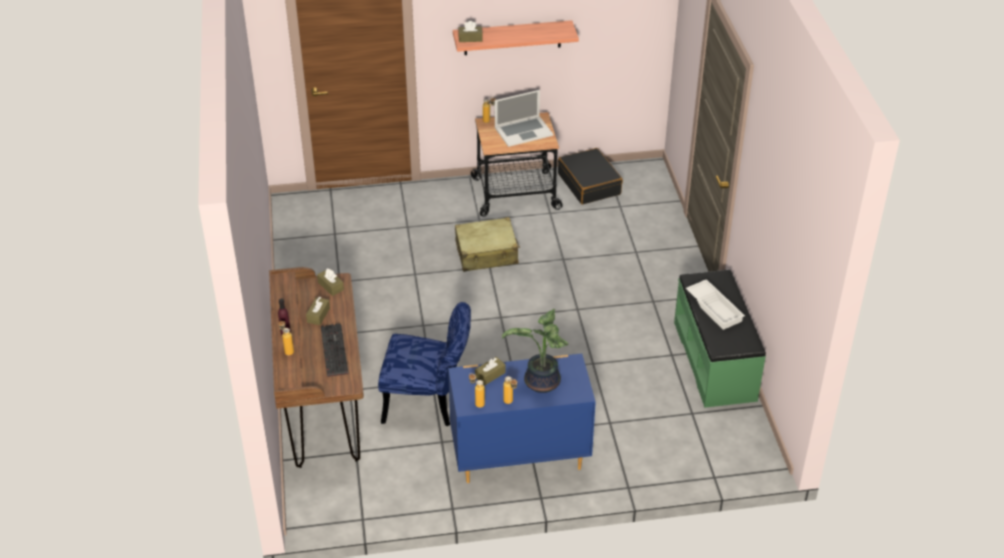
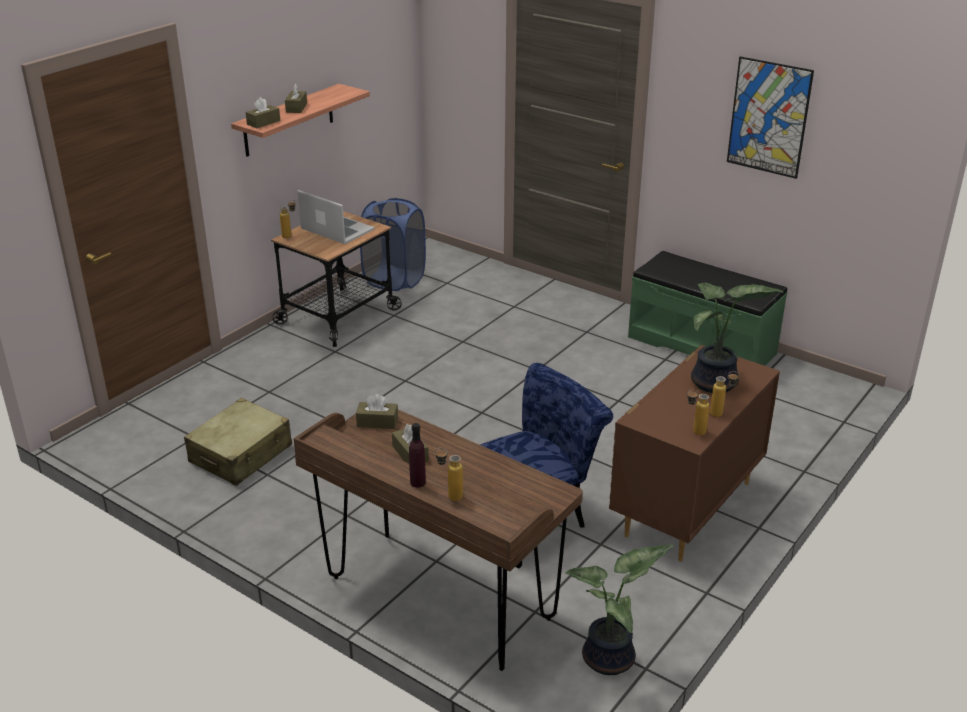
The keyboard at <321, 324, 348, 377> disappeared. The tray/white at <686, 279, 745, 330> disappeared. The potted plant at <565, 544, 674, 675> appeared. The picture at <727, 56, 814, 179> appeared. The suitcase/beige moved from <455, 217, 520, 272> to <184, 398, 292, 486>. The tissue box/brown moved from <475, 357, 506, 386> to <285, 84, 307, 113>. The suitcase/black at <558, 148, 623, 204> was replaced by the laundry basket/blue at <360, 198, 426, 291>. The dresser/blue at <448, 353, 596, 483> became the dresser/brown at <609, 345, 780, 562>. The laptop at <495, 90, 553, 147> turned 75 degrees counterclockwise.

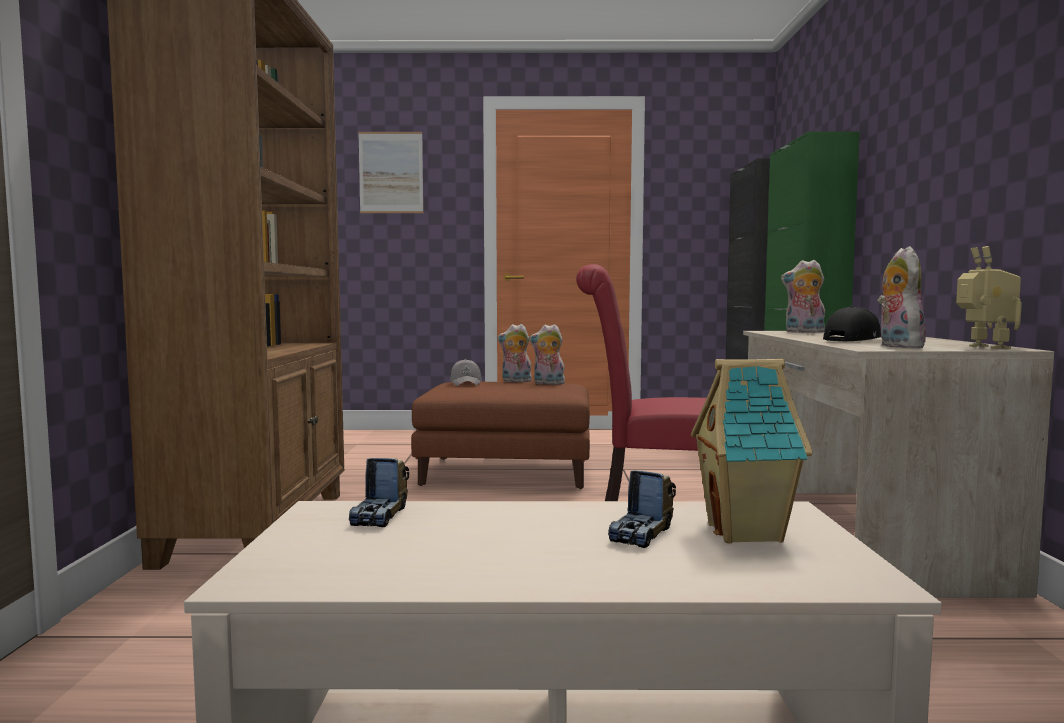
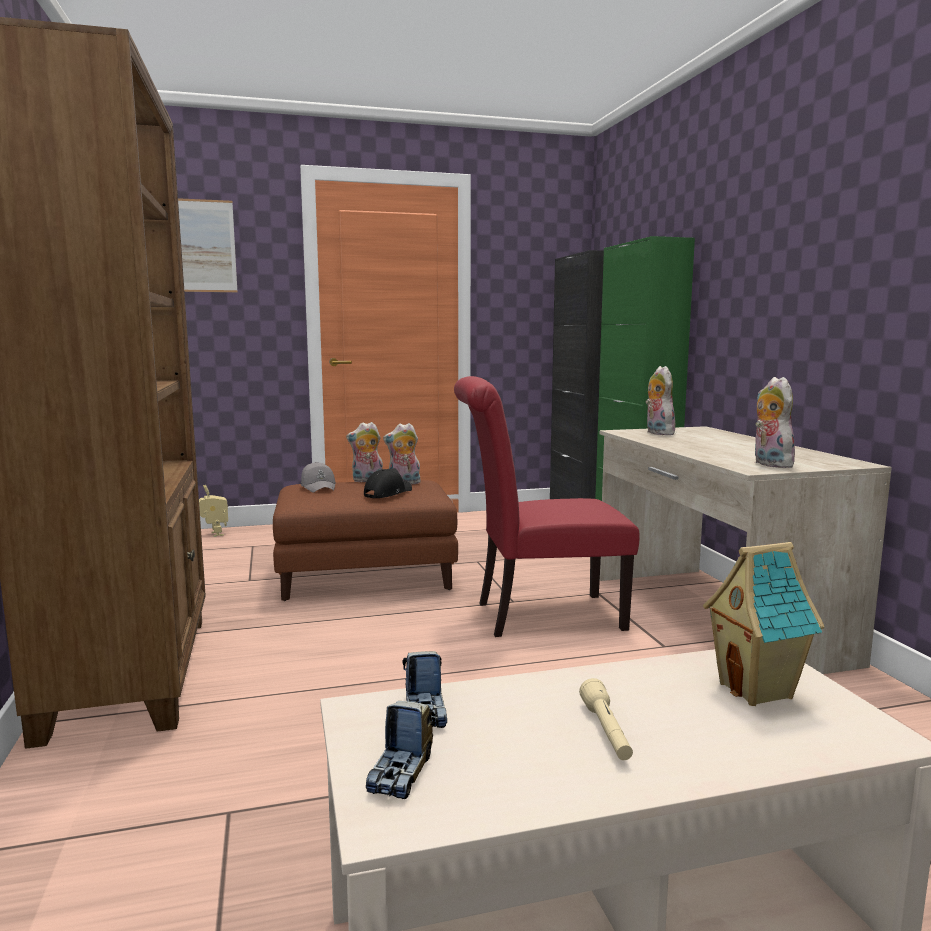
The flashlight/beige at <579, 678, 633, 760> appeared. The toy truck moved from <608, 470, 676, 548> to <366, 701, 435, 799>. The cap/black moved from <823, 306, 881, 341> to <364, 468, 412, 498>. The toy robot moved from <956, 246, 1022, 349> to <199, 485, 228, 537>. The plush toy at <781, 260, 825, 333> turned 75 degrees clockwise.

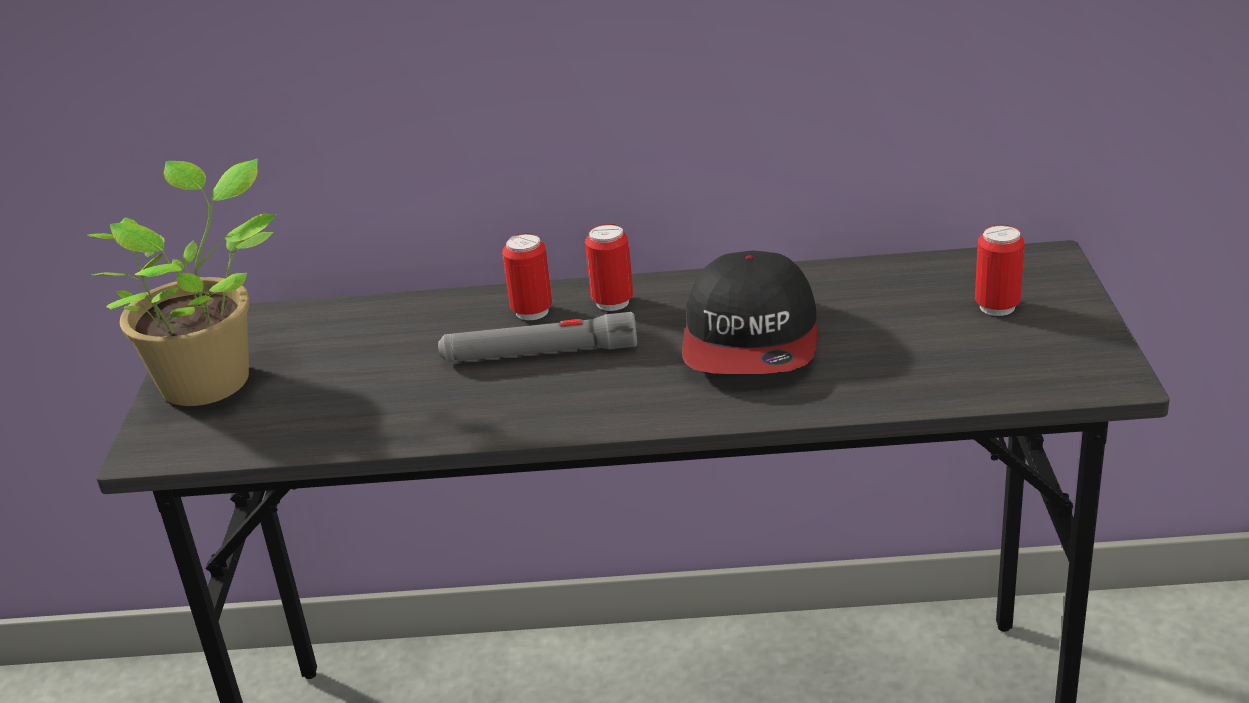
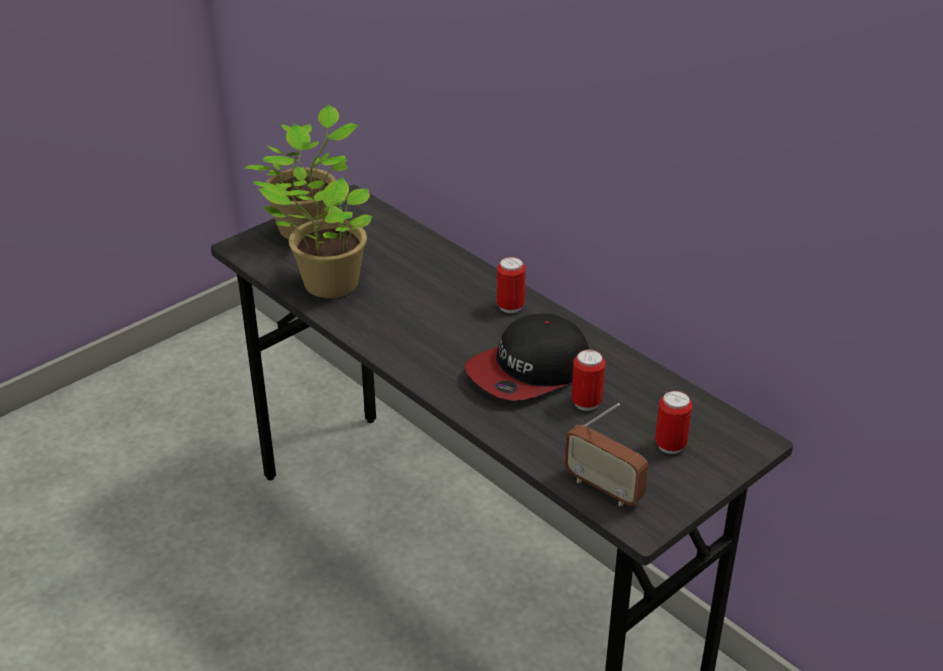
The flashlight/grey at <438, 312, 637, 362> disappeared. The potted plant at <253, 178, 373, 298> appeared. The radio at <564, 403, 648, 506> appeared. The can moved from <502, 233, 552, 320> to <571, 349, 605, 411>.

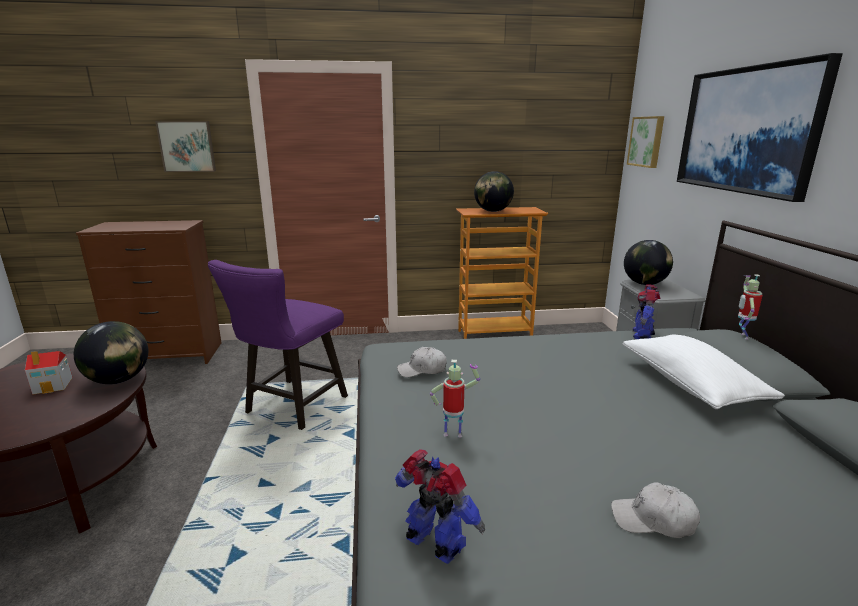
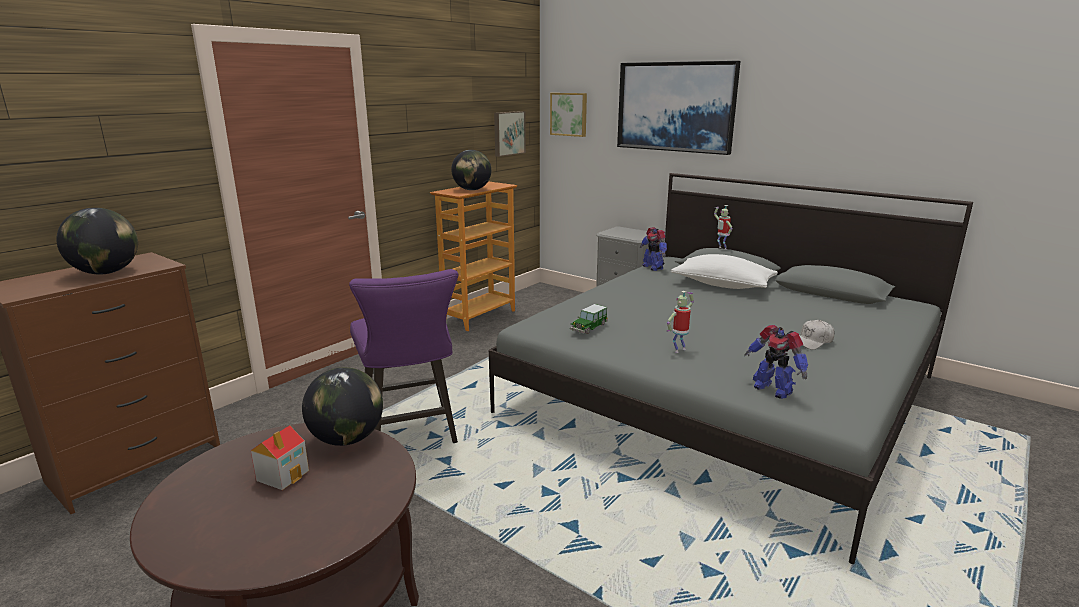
The picture moved from <155, 121, 216, 172> to <494, 111, 526, 157>. The globe moved from <624, 240, 673, 285> to <56, 208, 138, 274>. The cap/white at <397, 347, 447, 377> was replaced by the toy car at <570, 304, 608, 334>. The toy robot at <395, 449, 485, 564> turned 120 degrees counterclockwise.

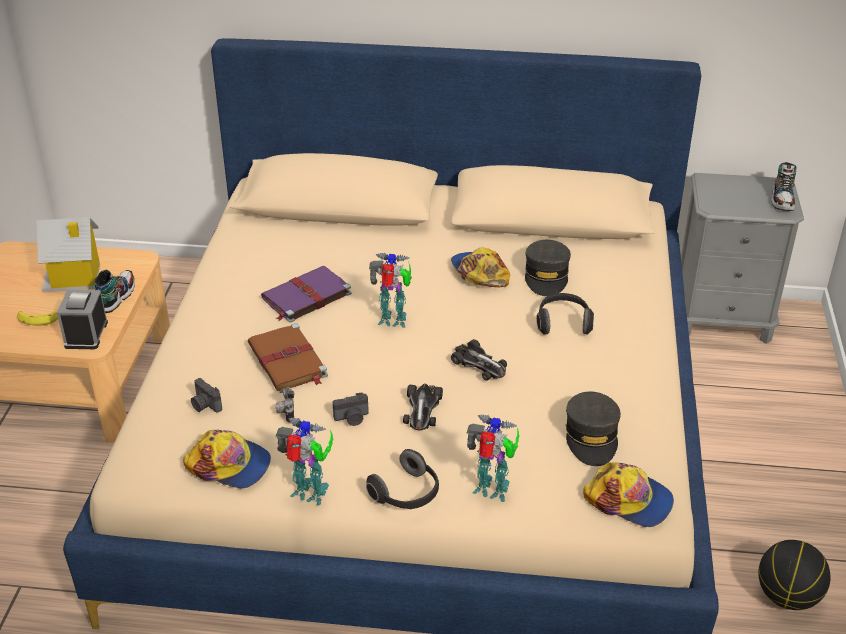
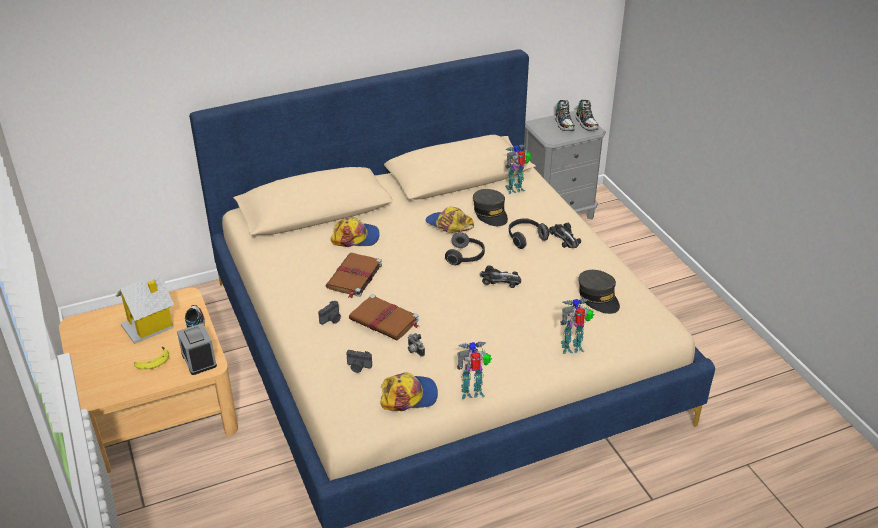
The basketball at <758, 540, 831, 610> disappeared. The shoe at <555, 100, 575, 131> appeared. The photo camera moved from <333, 392, 369, 426> to <318, 301, 341, 325>. The headphones moved from <366, 449, 439, 509> to <445, 232, 485, 265>. The toy robot moved from <369, 252, 412, 328> to <505, 145, 532, 194>. The toy car moved from <403, 383, 443, 430> to <549, 223, 581, 248>. The cap moved from <583, 462, 674, 527> to <330, 217, 380, 247>. The book/purple at <261, 266, 351, 323> became the book/brown at <326, 253, 382, 299>.

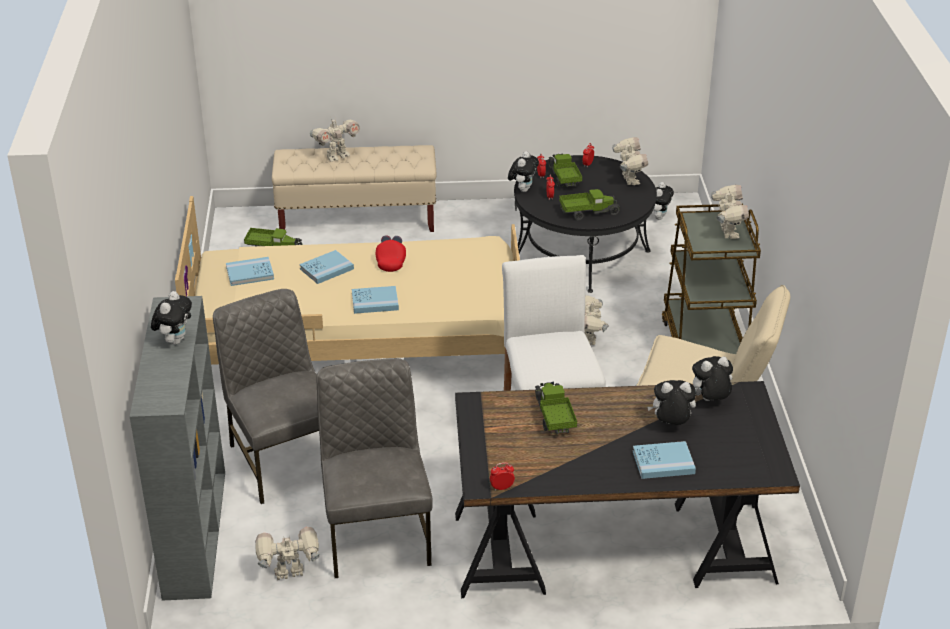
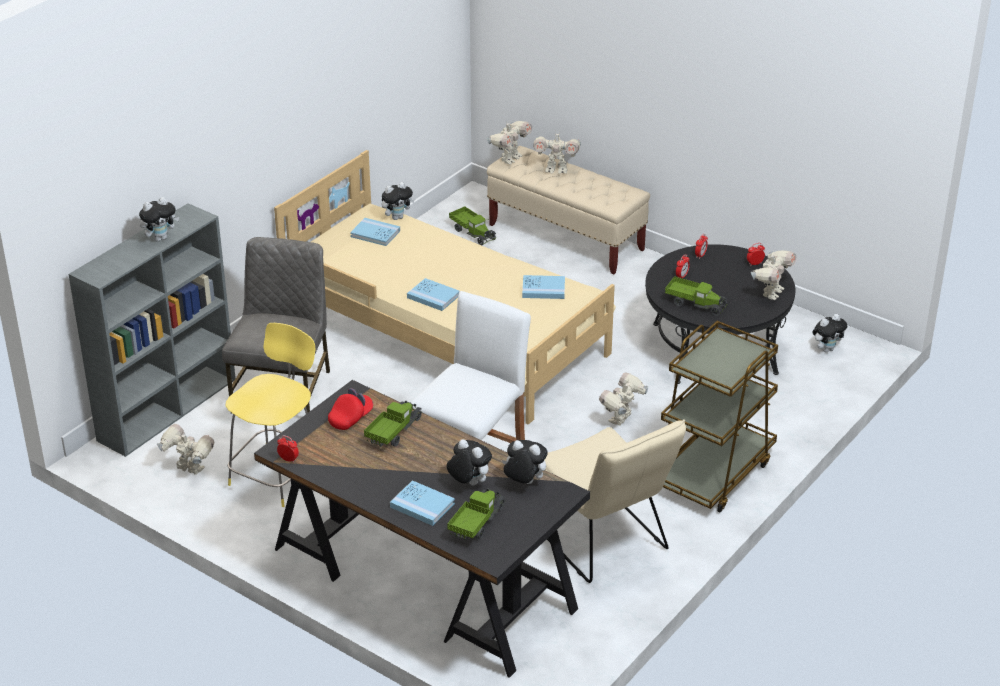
The book/blue moved from <299, 250, 354, 284> to <522, 275, 565, 299>. The cap/red moved from <376, 235, 406, 272> to <328, 388, 373, 430>. The plush toy moved from <508, 151, 539, 192> to <382, 182, 415, 220>. The toy truck moved from <549, 153, 582, 187> to <447, 488, 505, 541>. The toy robot moved from <711, 185, 749, 239> to <487, 121, 532, 164>. The chair/grey at <316, 358, 433, 578> was replaced by the stool/yellow at <226, 323, 315, 507>.

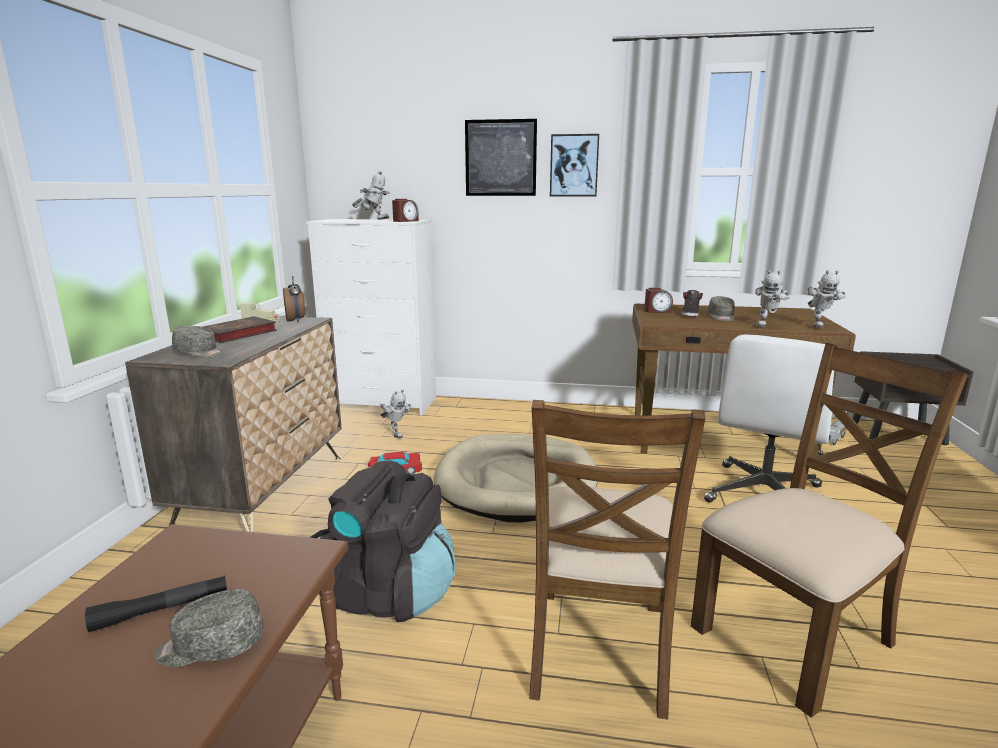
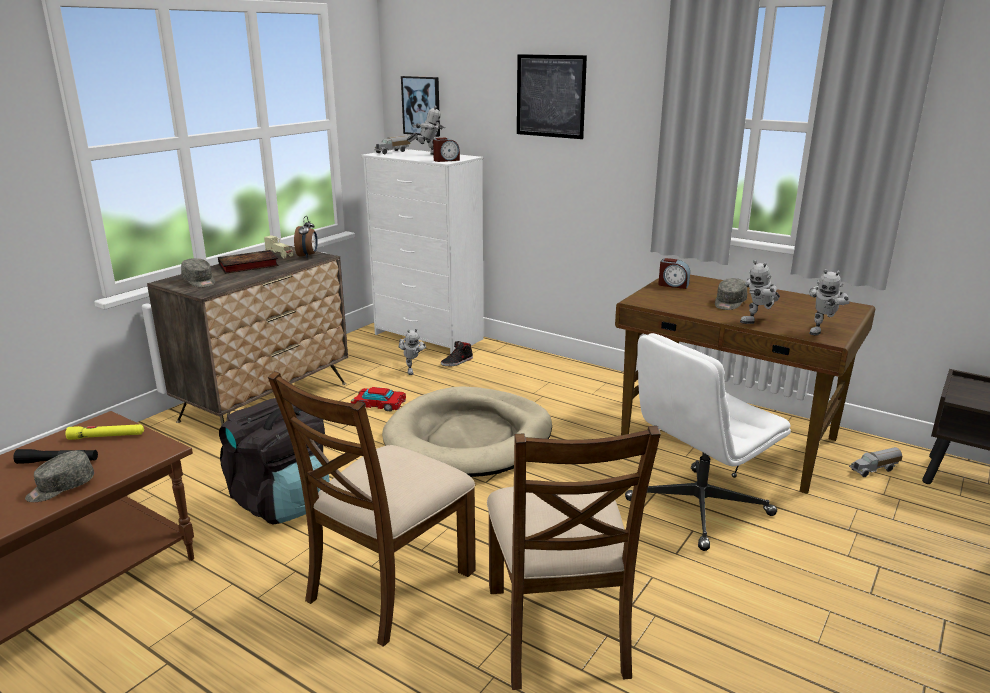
The flashlight/yellow at <65, 424, 144, 440> appeared. The toy truck at <374, 135, 410, 154> appeared. The picture moved from <550, 134, 599, 197> to <401, 76, 440, 137>. The shoe/black moved from <682, 290, 703, 316> to <441, 341, 473, 366>. The cap/grey at <154, 589, 264, 667> turned 60 degrees counterclockwise. The chair/brown at <691, 343, 968, 718> turned 90 degrees clockwise.

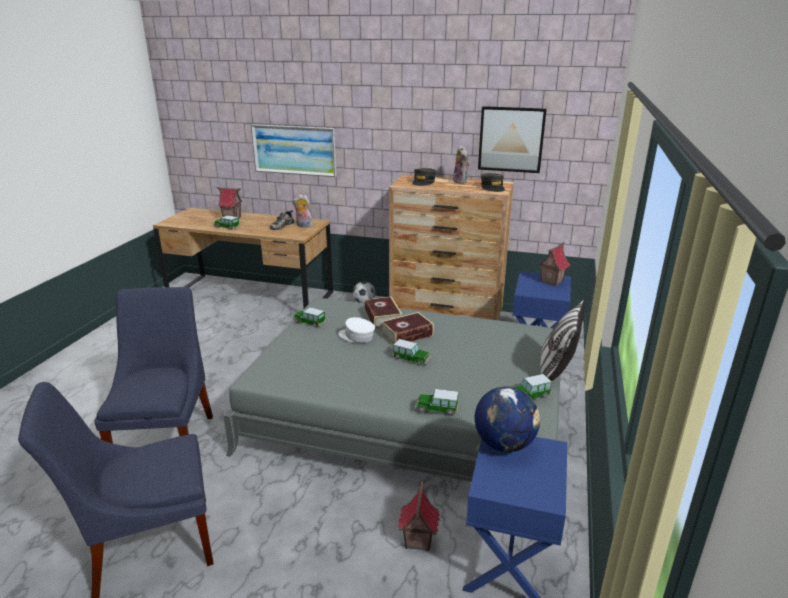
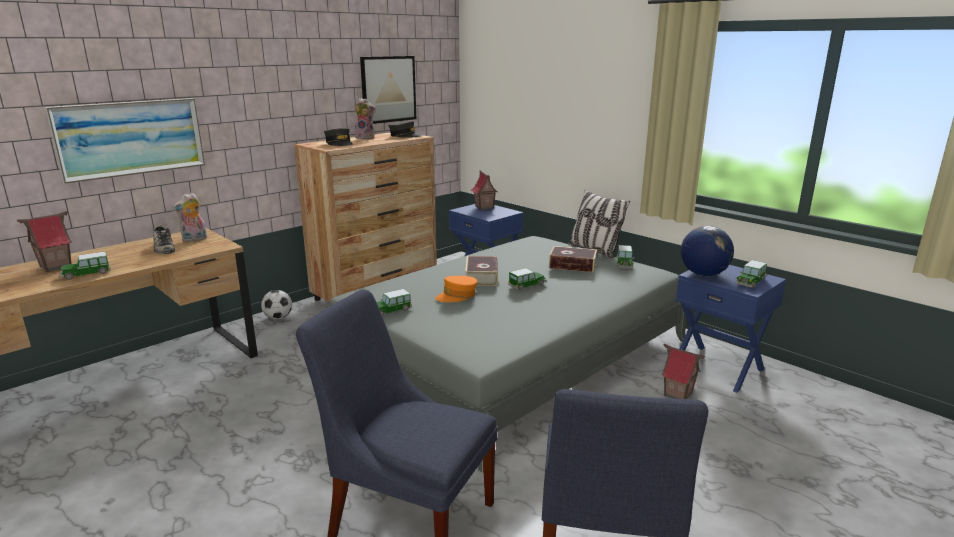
The book moved from <365, 297, 402, 329> to <549, 246, 597, 272>. The toy car moved from <415, 389, 459, 415> to <735, 260, 767, 288>. The cap/white at <339, 317, 375, 343> became the cap/orange at <435, 276, 477, 302>.

